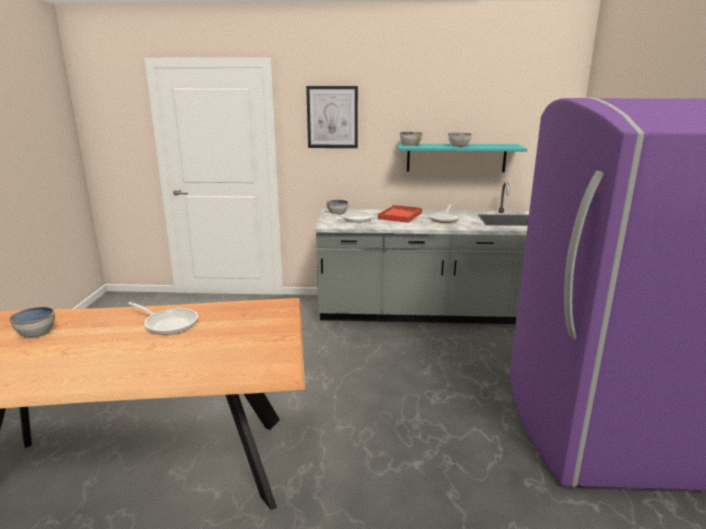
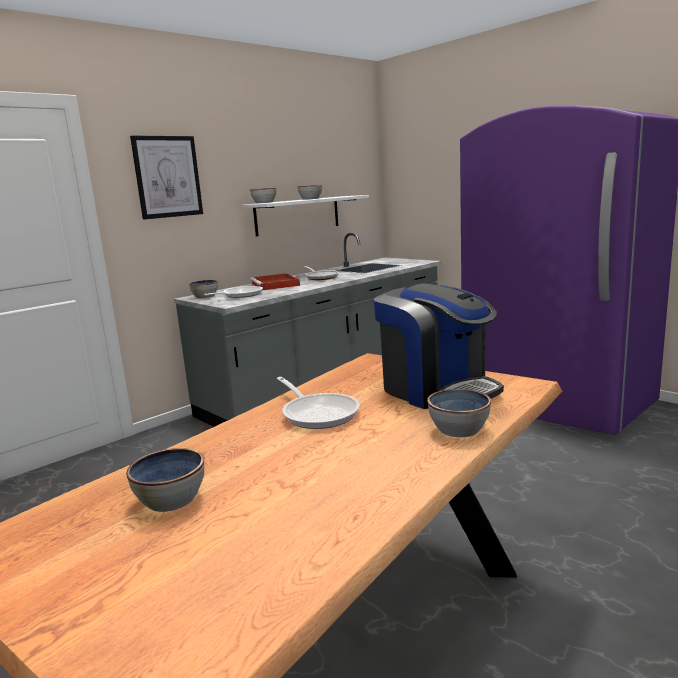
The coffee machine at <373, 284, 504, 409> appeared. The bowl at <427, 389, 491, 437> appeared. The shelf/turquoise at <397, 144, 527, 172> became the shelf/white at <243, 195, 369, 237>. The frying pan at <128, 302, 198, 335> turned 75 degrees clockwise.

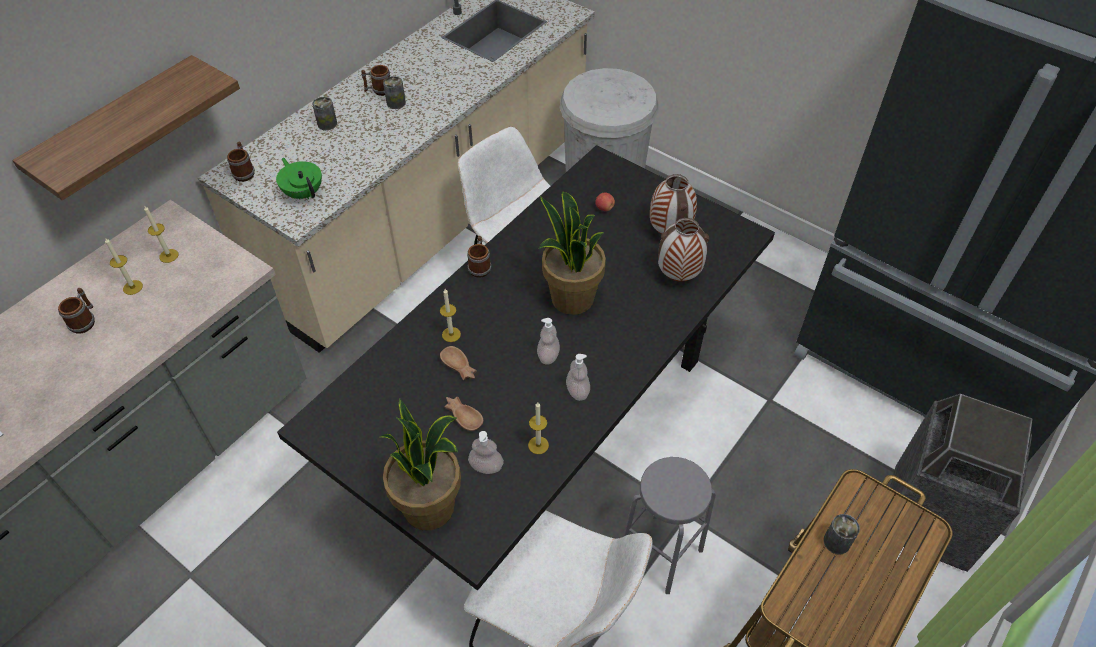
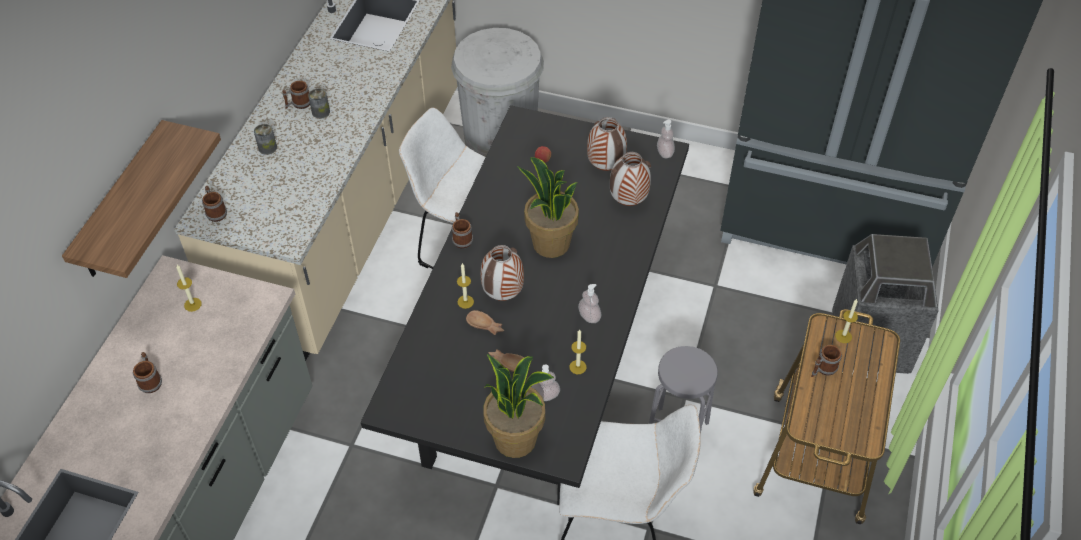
The teapot/green at <276, 158, 322, 200> disappeared. The vase at <480, 245, 524, 301> appeared. The candle moved from <105, 238, 143, 295> to <835, 299, 858, 343>. The soap dispenser moved from <537, 318, 560, 364> to <657, 120, 675, 158>. The can at <823, 514, 860, 555> was replaced by the mug at <811, 345, 842, 377>.

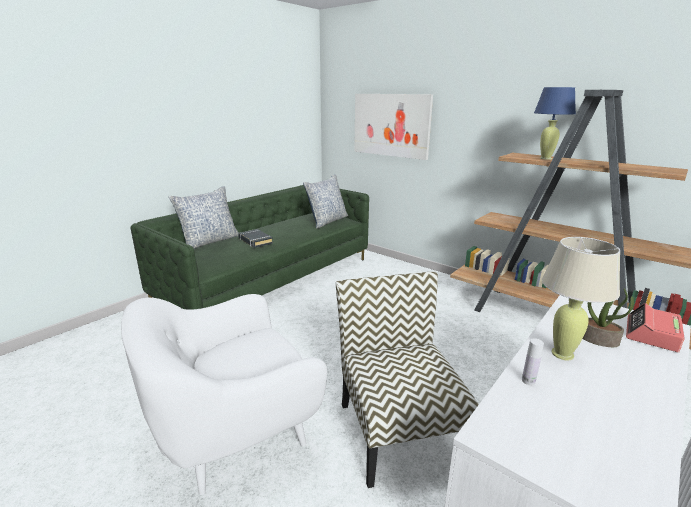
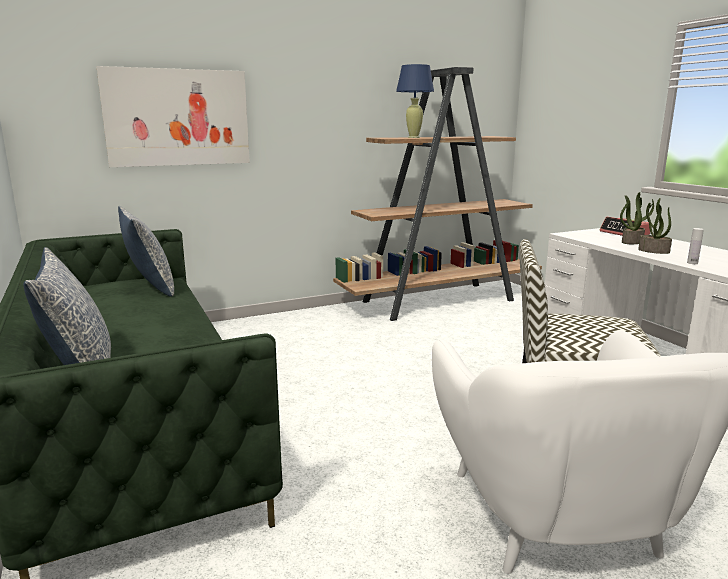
The book/black at <238, 229, 273, 248> disappeared. The table lamp/beige at <542, 237, 620, 360> was replaced by the potted plant at <638, 198, 672, 254>.

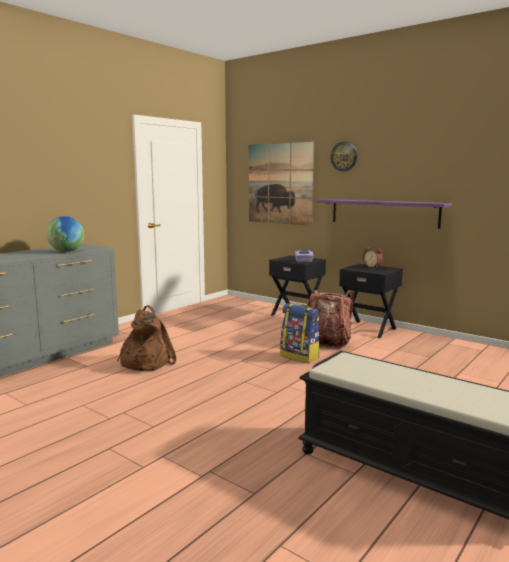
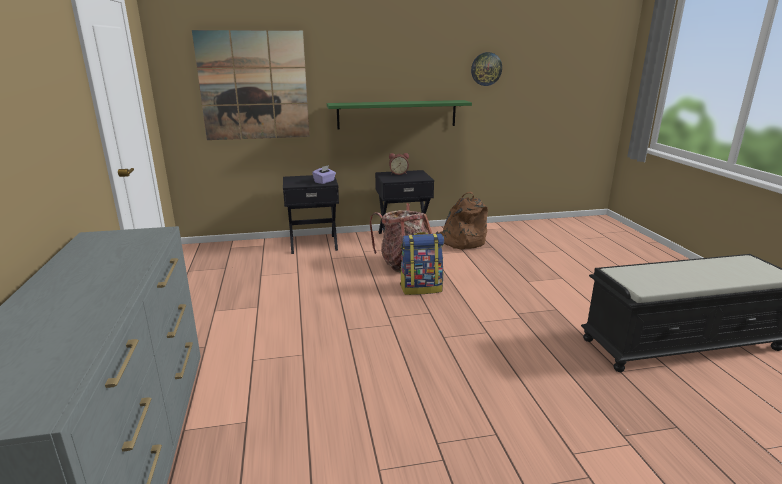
The globe at <46, 216, 85, 252> disappeared. The backpack/brown moved from <117, 305, 176, 371> to <436, 192, 488, 249>. The wall clock moved from <331, 142, 358, 172> to <471, 52, 502, 86>. The shelf/purple at <317, 199, 452, 229> became the shelf/green at <327, 100, 472, 130>.

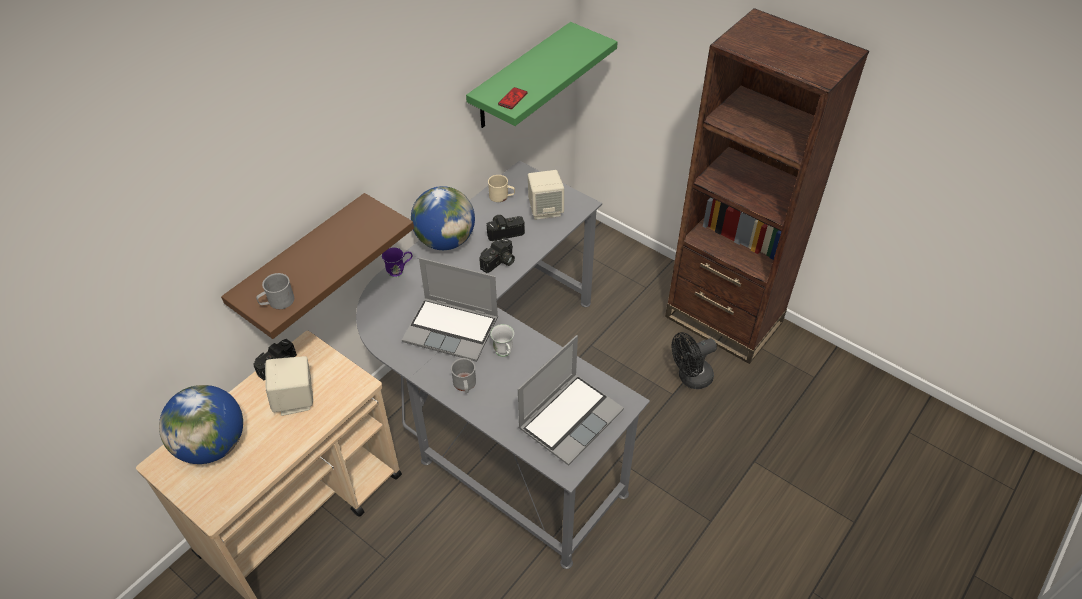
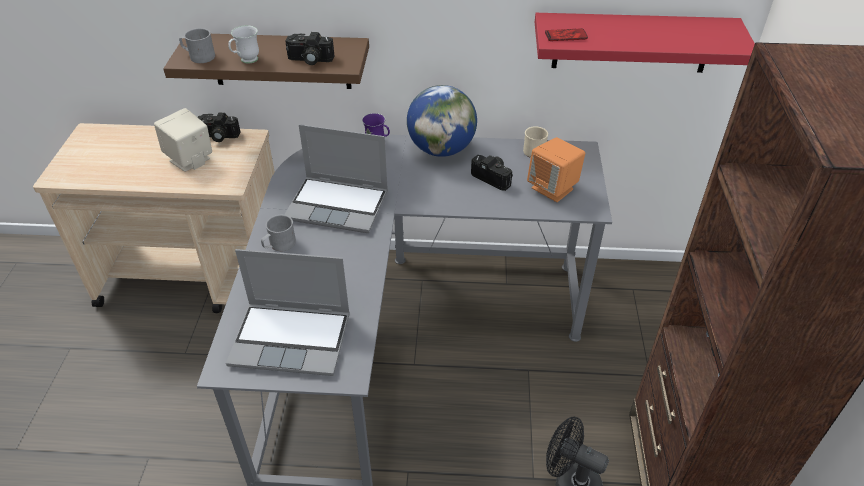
The globe at <159, 385, 243, 464> disappeared. The photo camera moved from <479, 237, 515, 273> to <285, 32, 334, 65>. The mug/white moved from <490, 324, 514, 357> to <228, 25, 259, 63>. The shelf/green at <466, 22, 618, 128> became the shelf/red at <535, 13, 755, 73>. The speaker/beige at <528, 170, 564, 220> became the speaker/orange at <527, 137, 585, 202>. The laptop at <402, 258, 498, 362> turned 60 degrees counterclockwise.

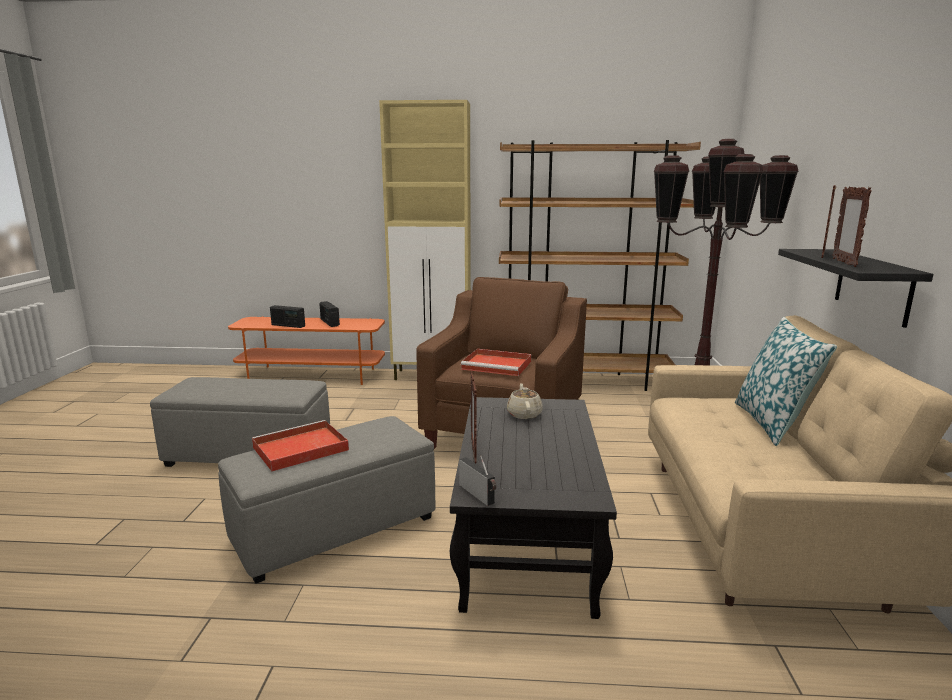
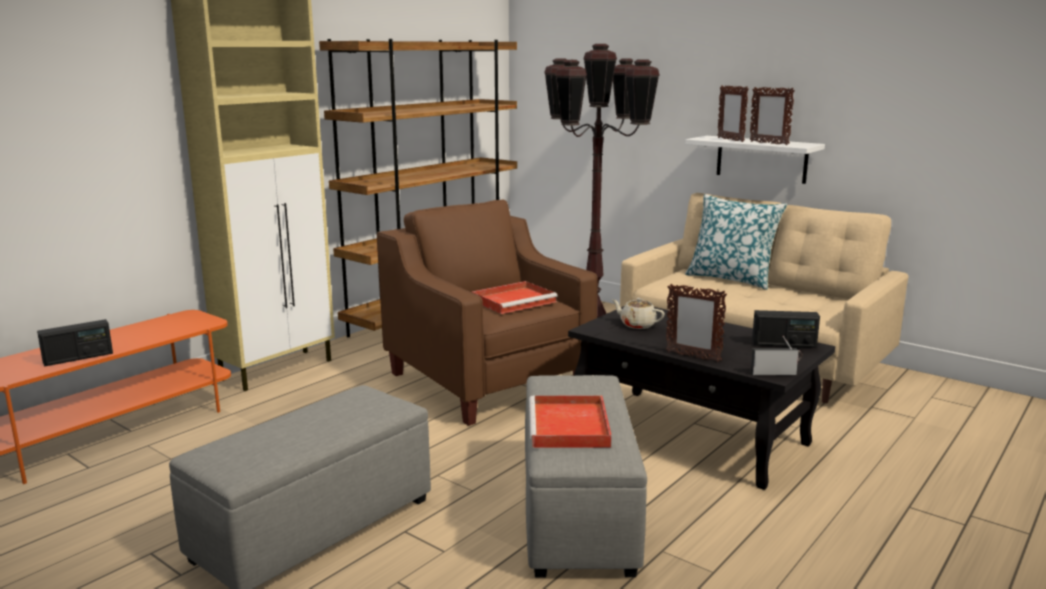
The radio moved from <319, 301, 340, 327> to <752, 310, 820, 348>. The shelf/black at <778, 249, 933, 328> became the shelf/white at <685, 136, 825, 184>.

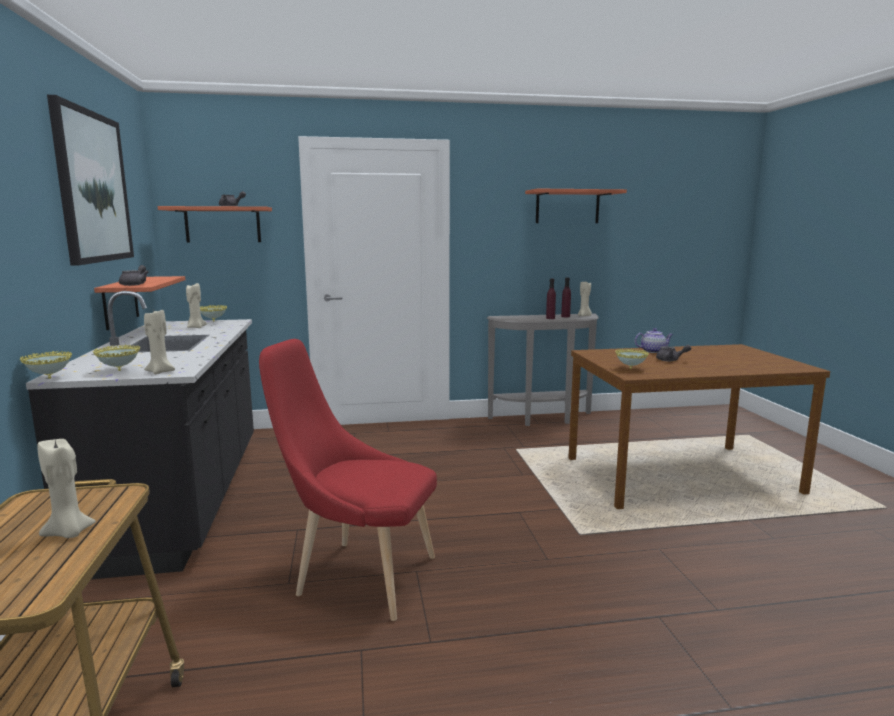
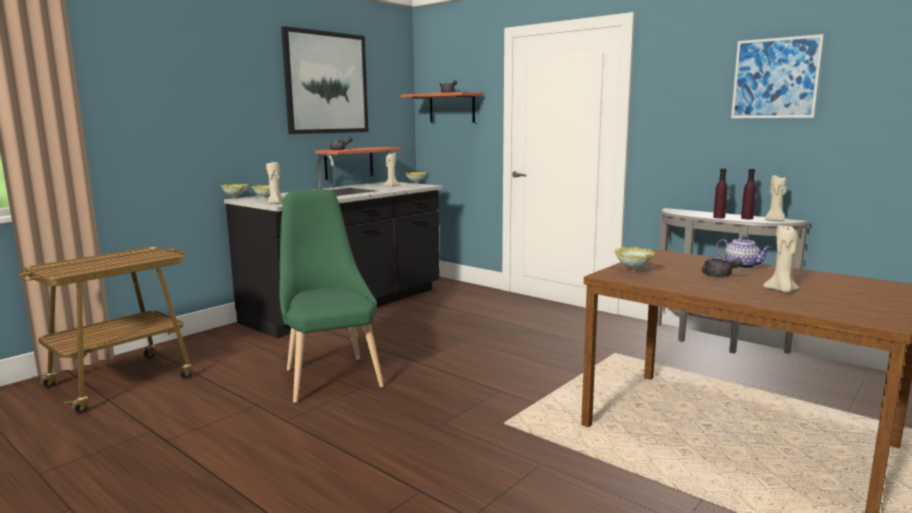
The candle/beige moved from <37, 439, 96, 538> to <763, 225, 799, 292>. The shelf at <525, 189, 627, 223> was replaced by the picture at <731, 34, 824, 118>. The chair/red at <259, 339, 437, 621> became the chair/green at <280, 189, 384, 403>.

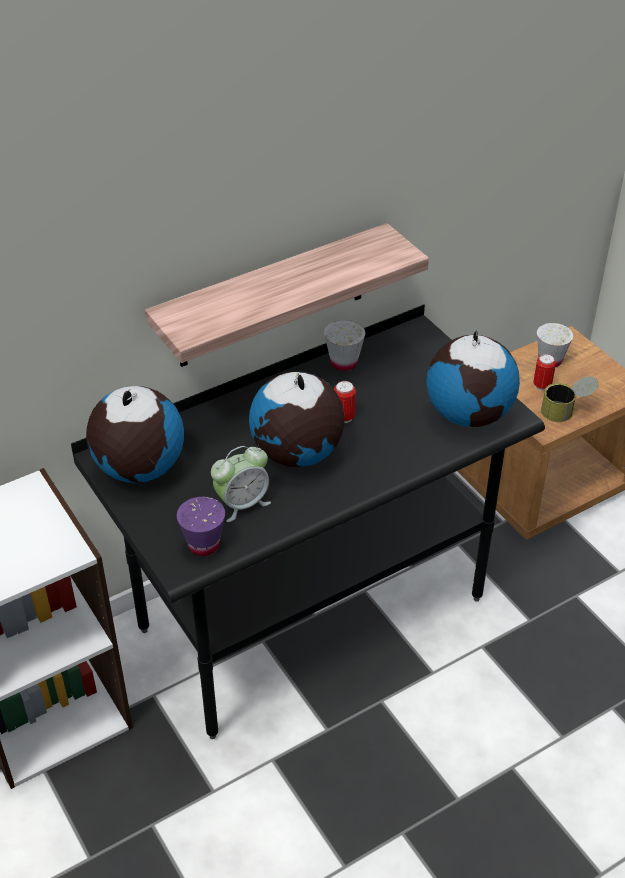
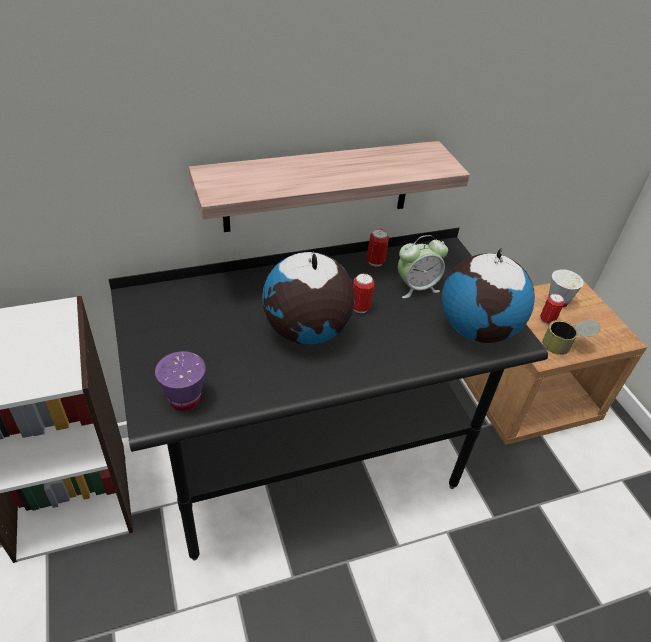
The globe at <86, 386, 184, 483> disappeared. The alarm clock moved from <211, 446, 271, 522> to <398, 235, 448, 298>. The cup/white at <324, 320, 365, 371> was replaced by the can at <367, 229, 389, 267>.

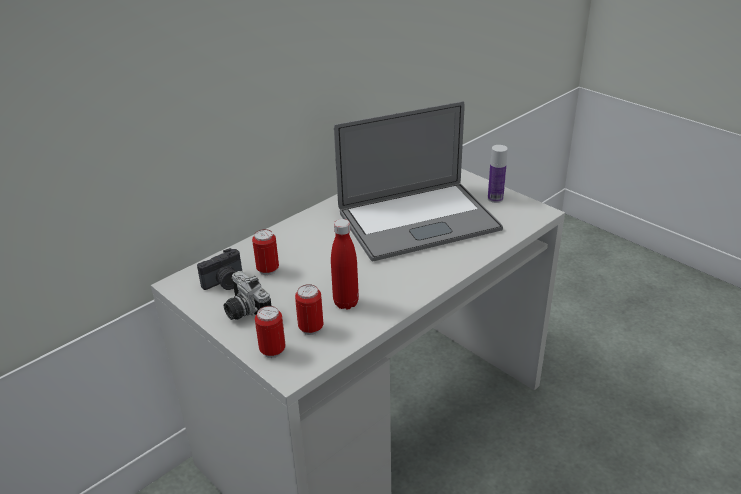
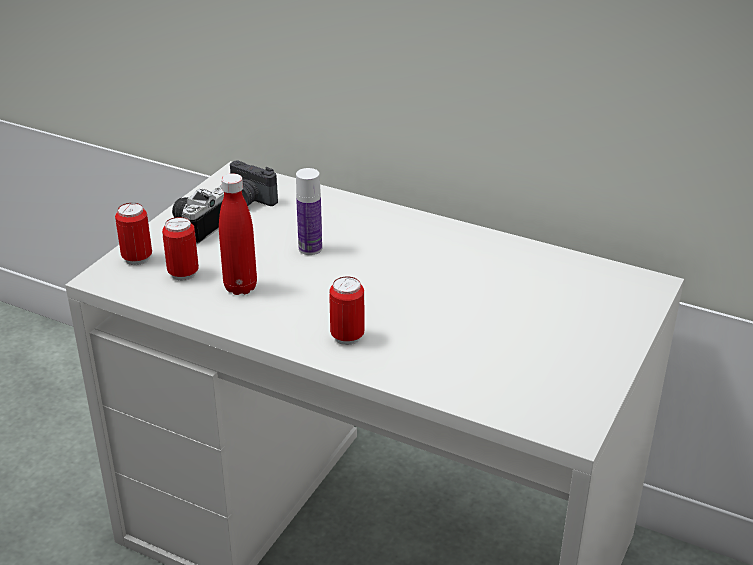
The laptop at <334, 101, 503, 261> disappeared. The can moved from <252, 229, 279, 275> to <329, 276, 364, 345>. The bottle moved from <488, 145, 508, 203> to <296, 168, 322, 255>.

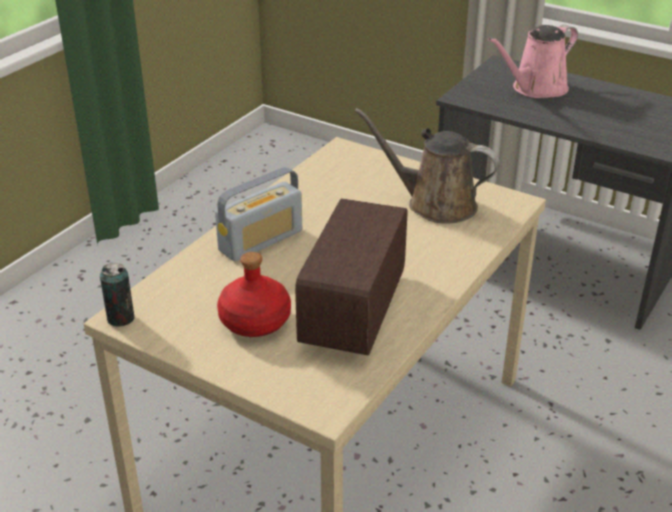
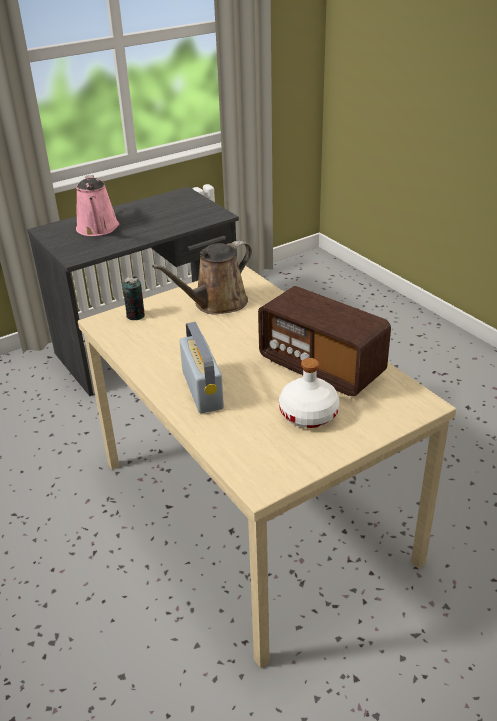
The can moved from <100, 263, 135, 327> to <122, 276, 145, 320>. The bottle/red at <217, 252, 291, 337> became the bottle/white at <279, 358, 340, 428>.

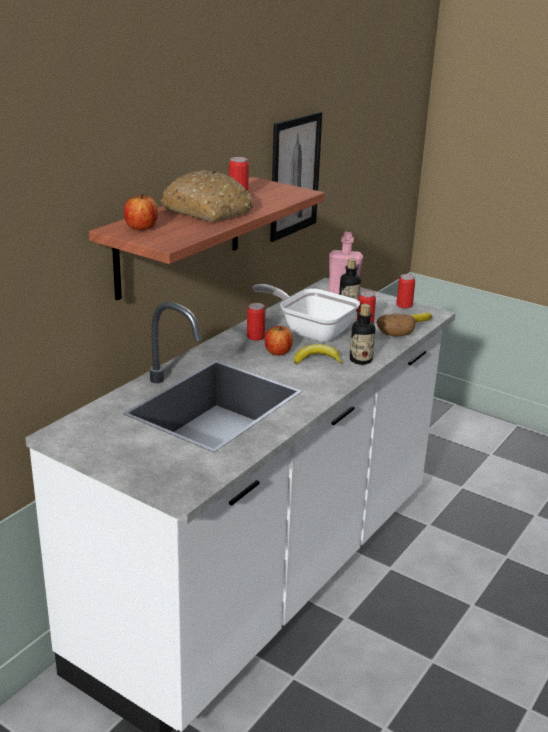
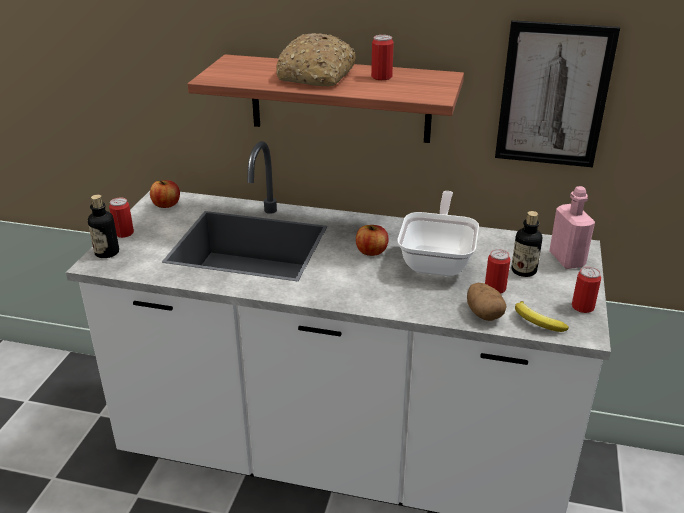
The banana at <294, 344, 342, 364> disappeared. The apple moved from <124, 194, 158, 230> to <150, 180, 180, 208>. The can moved from <247, 303, 265, 341> to <109, 198, 134, 238>. The bottle moved from <350, 304, 375, 365> to <88, 195, 119, 258>.

